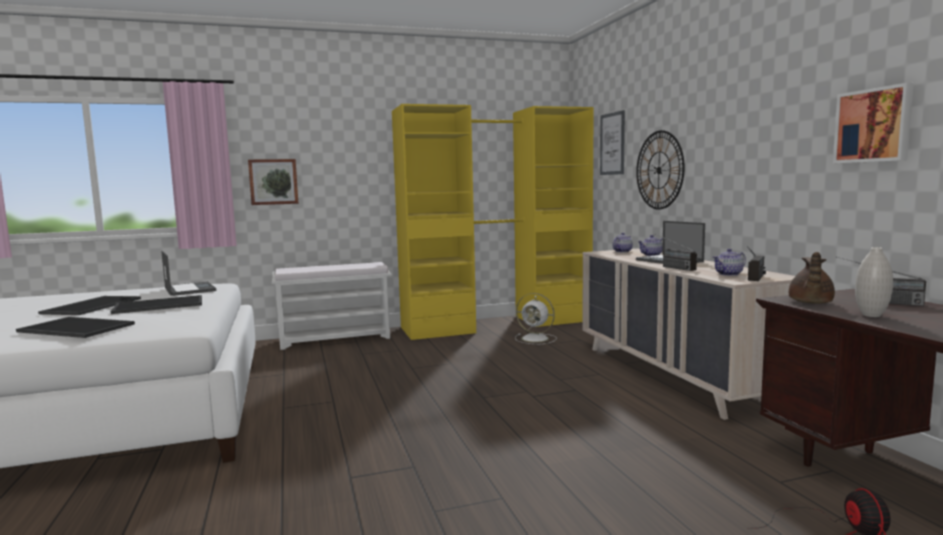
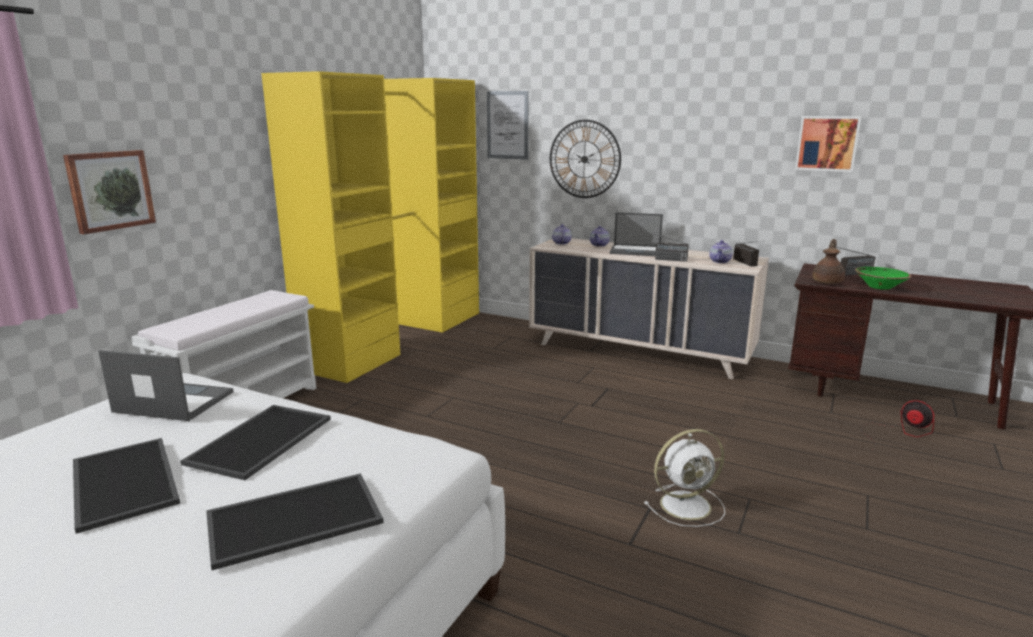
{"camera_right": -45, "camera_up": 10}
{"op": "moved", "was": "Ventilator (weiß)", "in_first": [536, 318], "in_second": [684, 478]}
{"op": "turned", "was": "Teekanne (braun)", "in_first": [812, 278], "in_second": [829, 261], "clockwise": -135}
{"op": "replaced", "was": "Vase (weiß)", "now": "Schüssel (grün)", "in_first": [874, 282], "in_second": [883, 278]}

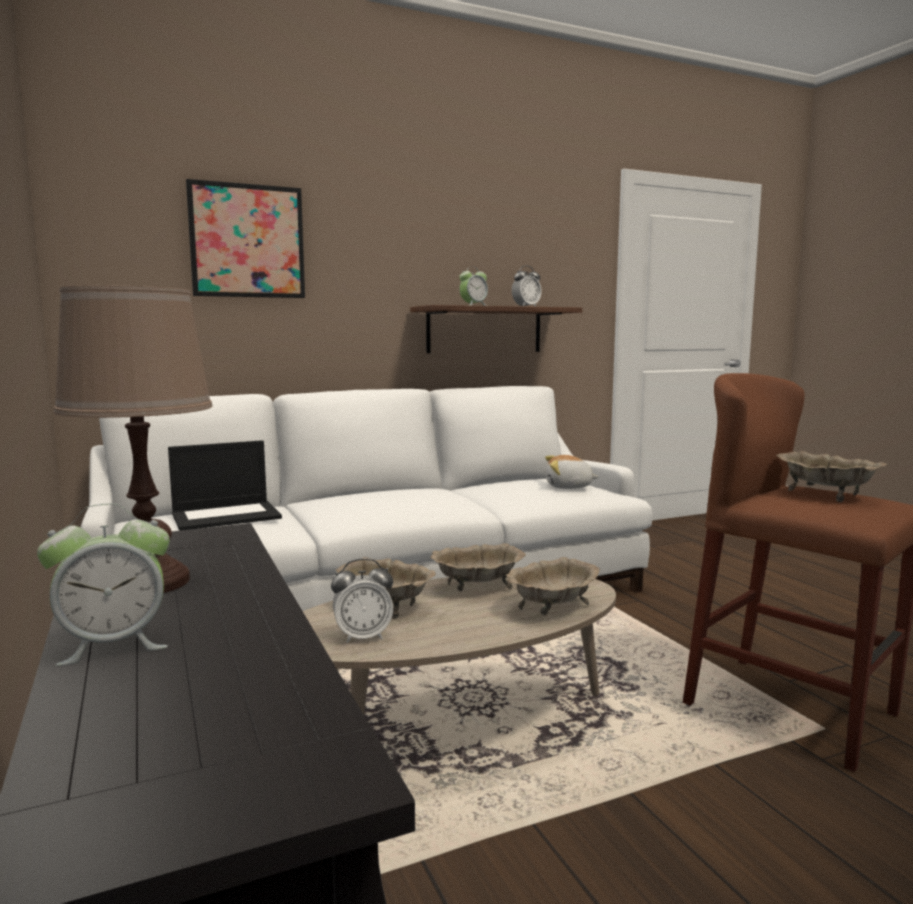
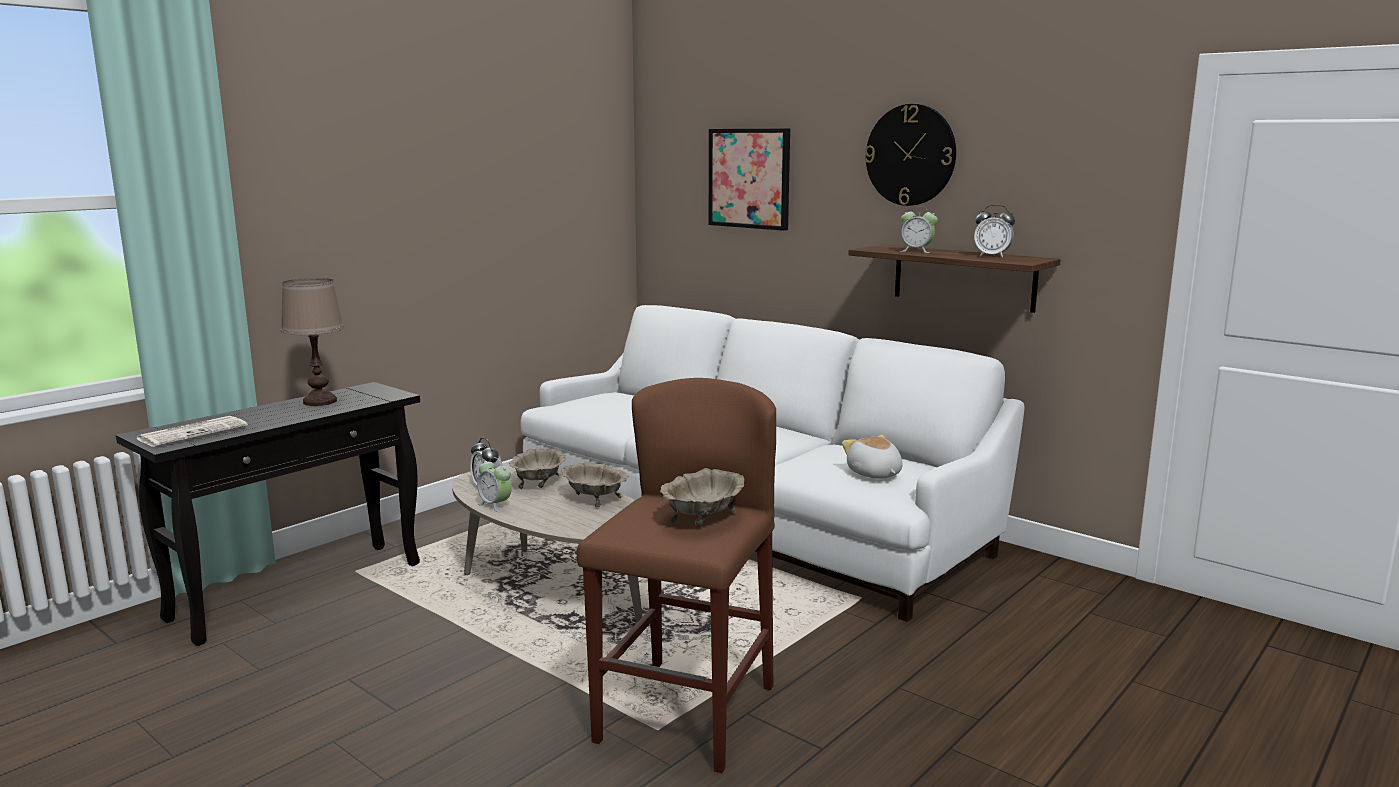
{"camera_right": 65, "camera_up": 5}
{"op": "added", "now": "Zeitung", "in_second": [192, 431]}
{"op": "moved", "was": "Wecker", "in_first": [103, 585], "in_second": [494, 484]}
{"op": "added", "now": "Wanduhr", "in_second": [910, 155]}
{"op": "removed", "was": "Laptop", "in_first": [225, 485]}
{"op": "removed", "was": "Schüssel (beige)", "in_first": [553, 586]}

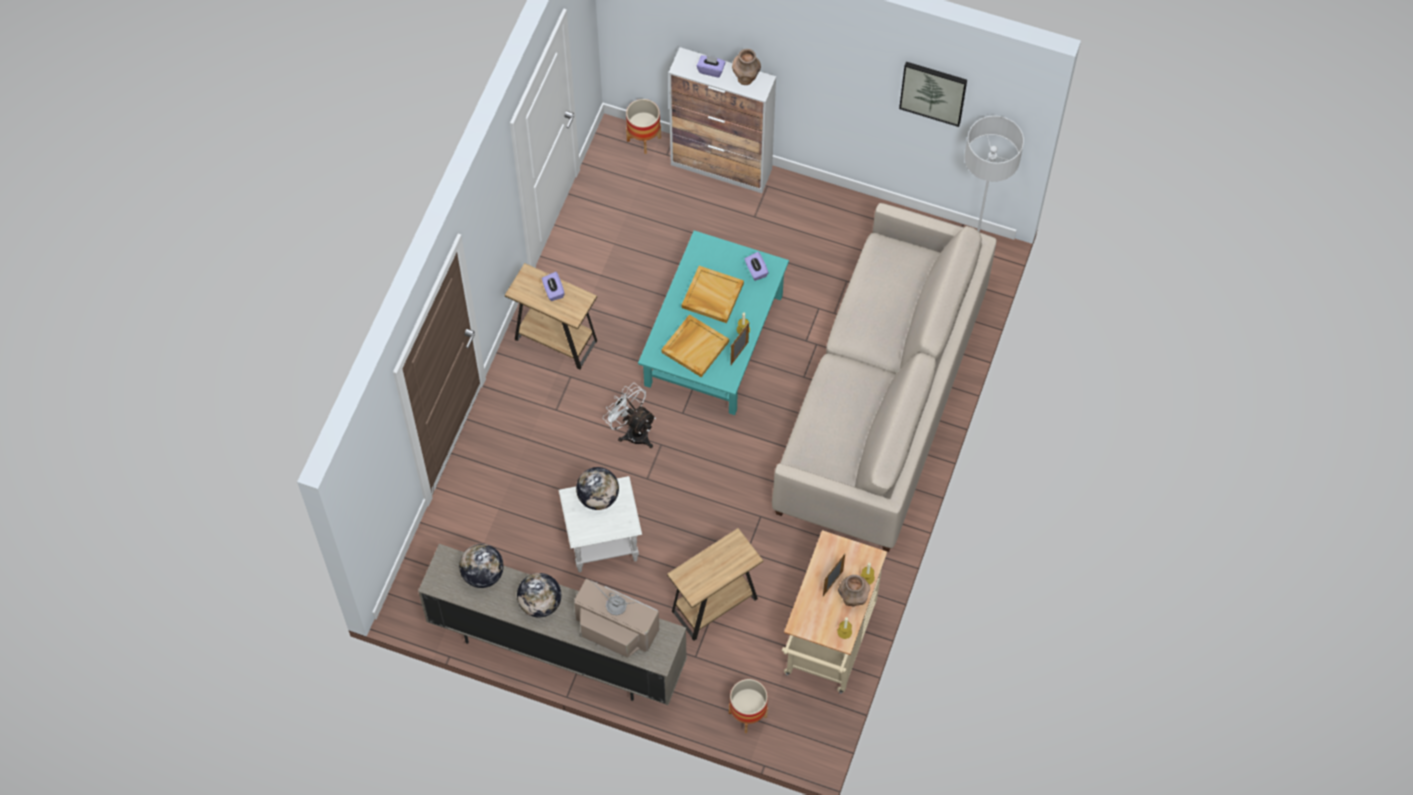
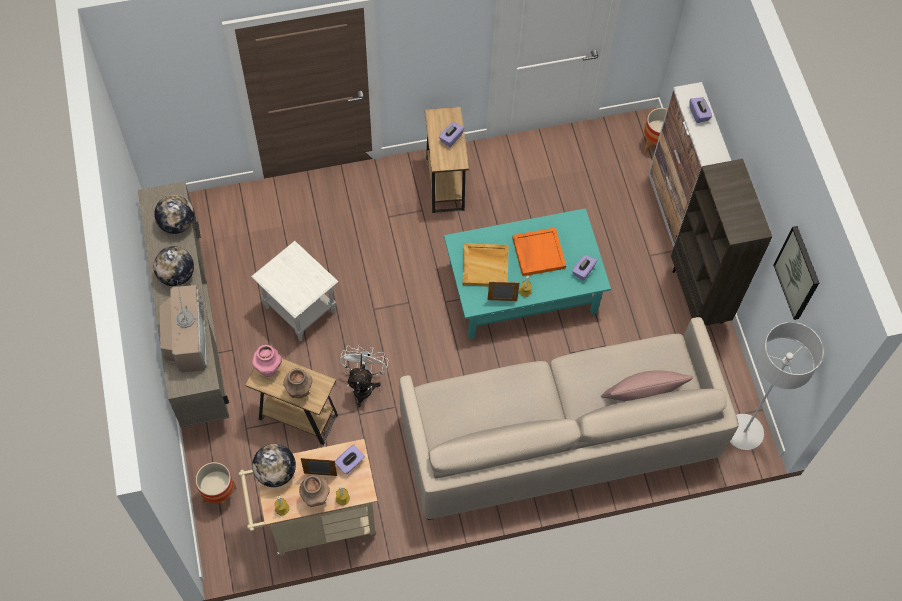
{"camera_right": 55, "camera_up": 0}
{"op": "added", "now": "Vase (rosa)", "in_second": [267, 361]}
{"op": "moved", "was": "Globus", "in_first": [597, 488], "in_second": [274, 465]}
{"op": "moved", "was": "Vase (braun)", "in_first": [746, 67], "in_second": [298, 383]}
{"op": "added", "now": "Taschentuchbox (lila)", "in_second": [350, 459]}
{"op": "moved", "was": "Ventilator (weiß)", "in_first": [629, 415], "in_second": [364, 375]}
{"op": "recoloured", "was": "Tablett (beige)", "now": "Tablett (orange)", "in_first": [713, 294], "in_second": [539, 251]}
{"op": "added", "now": "Kissen (rosa)", "in_second": [647, 386]}
{"op": "added", "now": "Bücherregal (braun)", "in_second": [721, 242]}

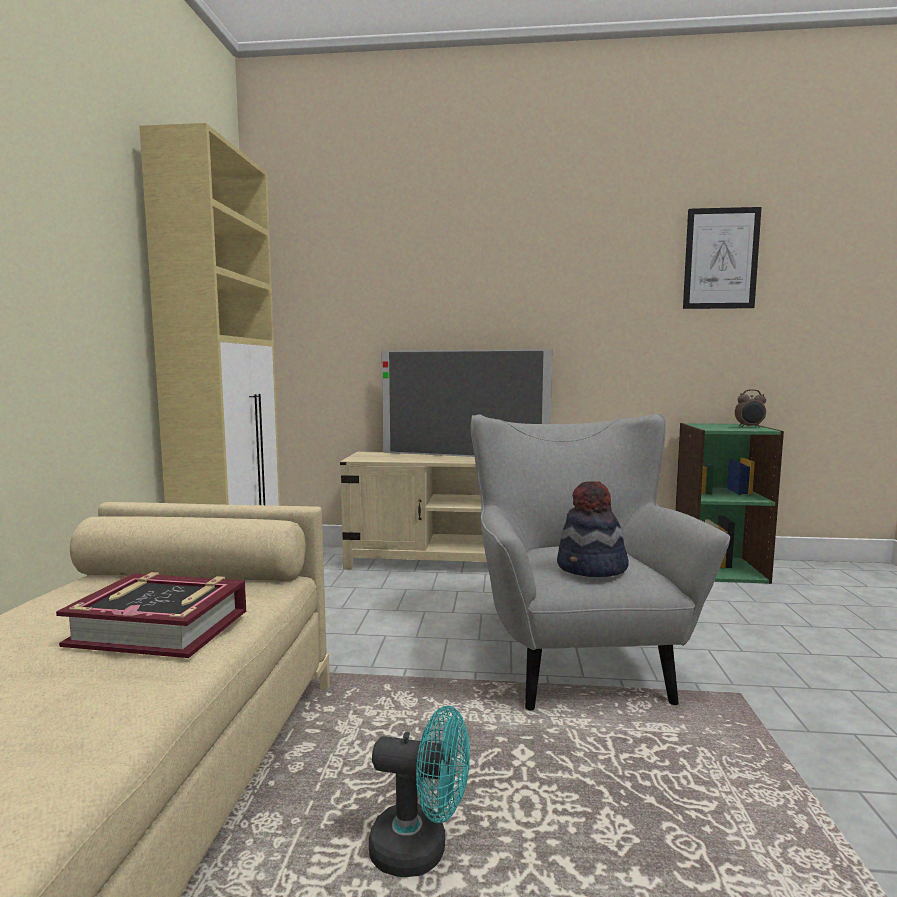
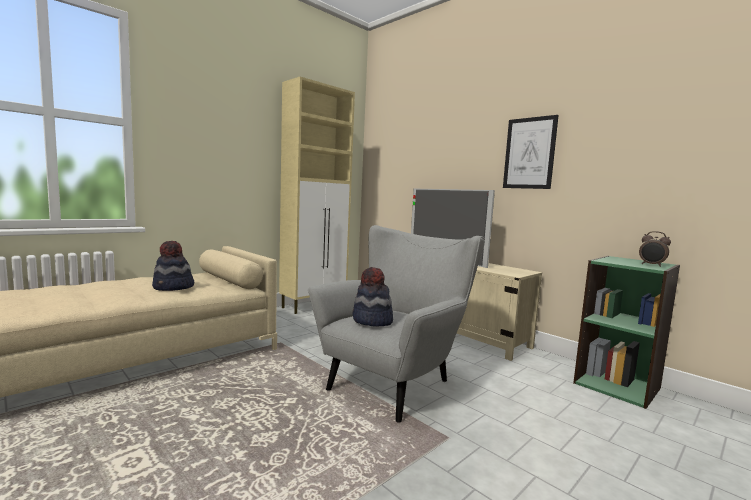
{"camera_right": 40, "camera_up": 0}
{"op": "replaced", "was": "Buch", "now": "Hut", "in_first": [151, 615], "in_second": [173, 266]}
{"op": "moved", "was": "Bild", "in_first": [722, 258], "in_second": [531, 152]}
{"op": "removed", "was": "Ventilator (türkis)", "in_first": [419, 791]}

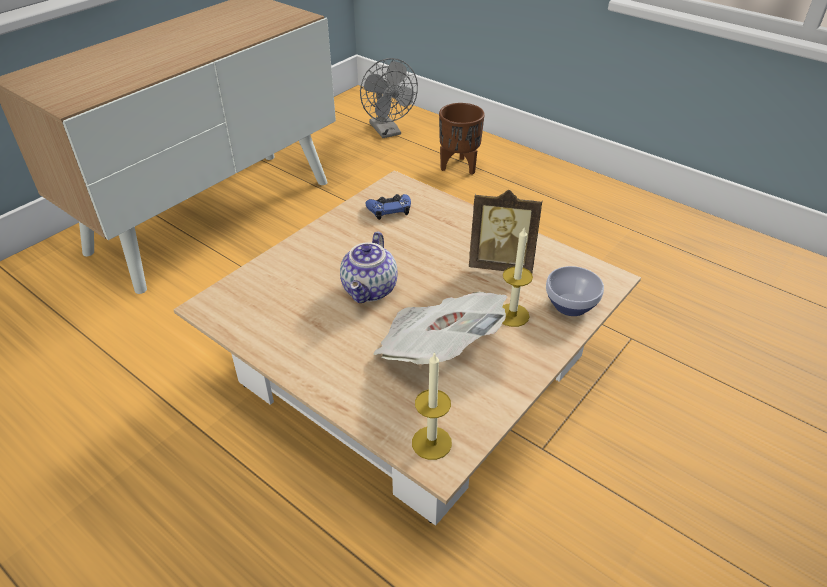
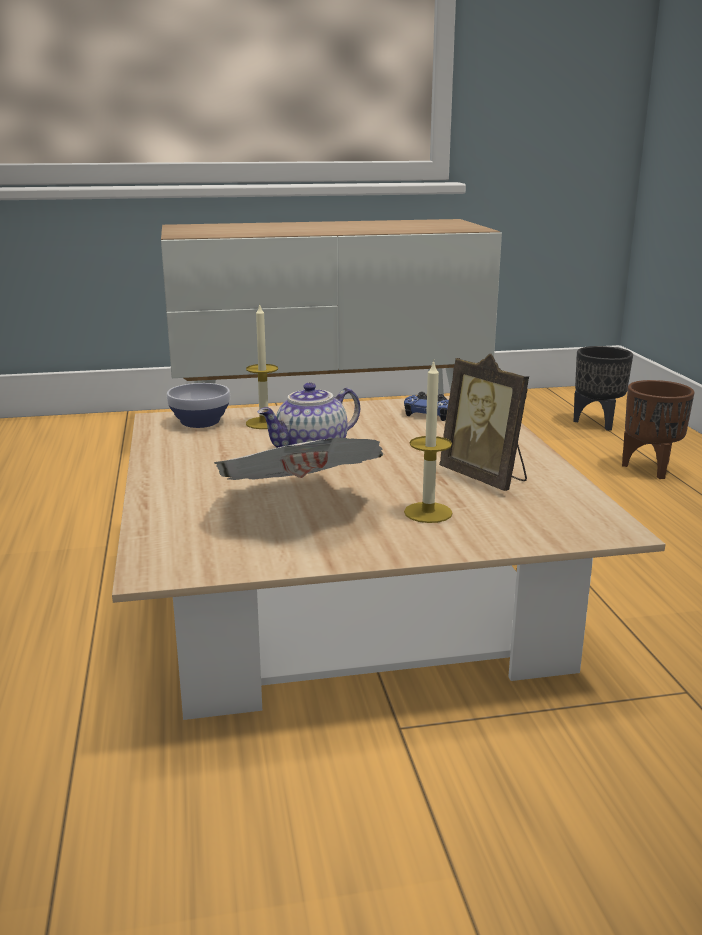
{"camera_right": 40, "camera_up": -20}
{"op": "moved", "was": "Schüssel", "in_first": [575, 291], "in_second": [198, 405]}
{"op": "moved", "was": "Kerze", "in_first": [432, 406], "in_second": [262, 367]}
{"op": "replaced", "was": "Ventilator (grau)", "now": "Pflanzkübel (schwarz)", "in_first": [389, 98], "in_second": [603, 388]}

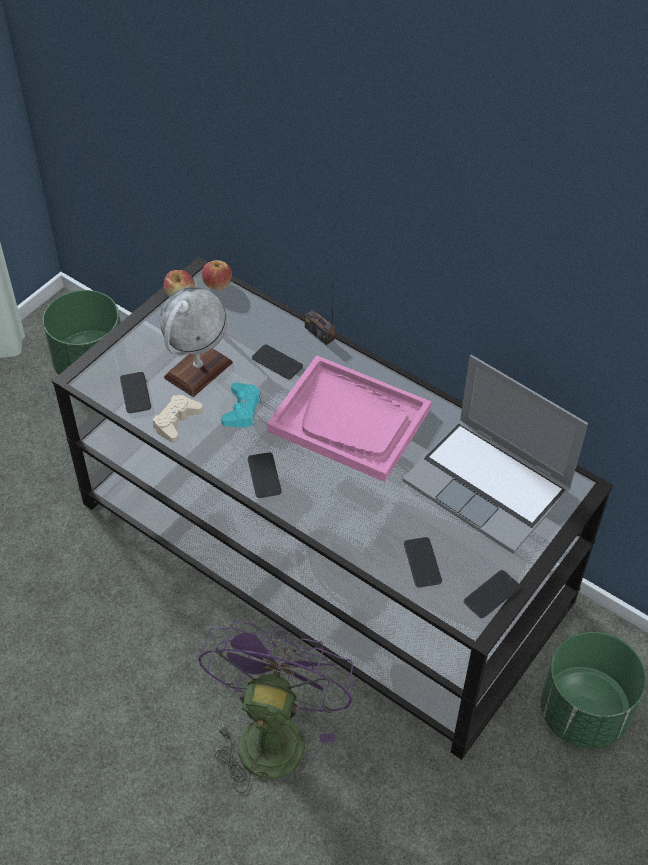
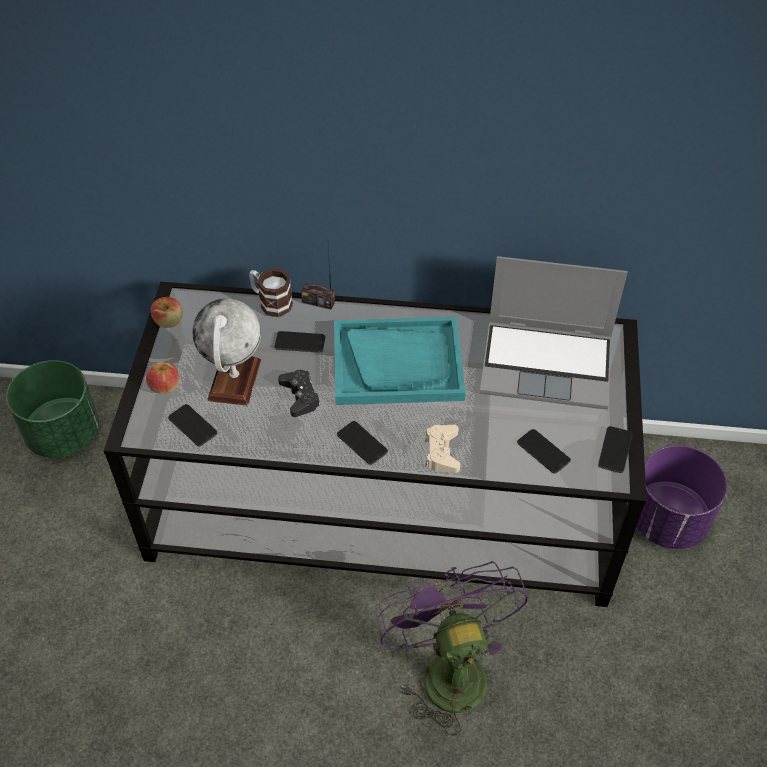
{"camera_right": -30, "camera_up": 0}
{"op": "moved", "was": "Apfel", "in_first": [216, 275], "in_second": [162, 378]}
{"op": "added", "now": "Henkelbecher", "in_second": [271, 292]}
{"op": "recoloured", "was": "Gamepad (türkis)", "now": "Gamepad (schwarz)", "in_first": [241, 405], "in_second": [299, 393]}
{"op": "recoloured", "was": "Tablett (rosa)", "now": "Tablett (türkis)", "in_first": [349, 418], "in_second": [400, 361]}
{"op": "moved", "was": "Gamepad (beige)", "in_first": [178, 419], "in_second": [442, 449]}
{"op": "recoloured", "was": "Pflanzkübel (grün)", "now": "Pflanzkübel (lila)", "in_first": [593, 690], "in_second": [681, 497]}

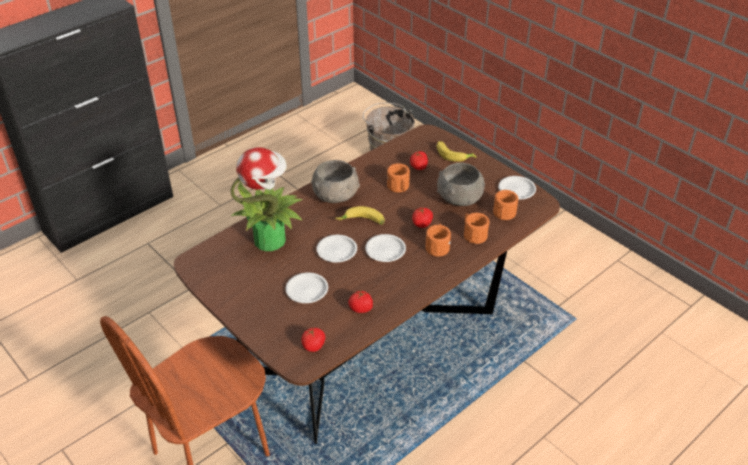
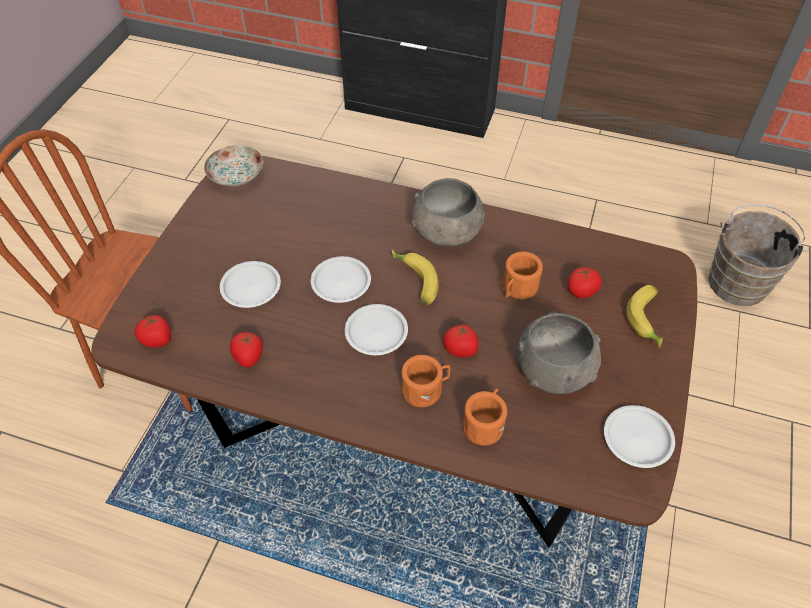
{"camera_right": 60, "camera_up": 10}
{"op": "added", "now": "Teller", "in_second": [233, 166]}
{"op": "removed", "was": "Topfpflanze", "in_first": [266, 199]}
{"op": "removed", "was": "Henkelbecher (orange)", "in_first": [505, 205]}

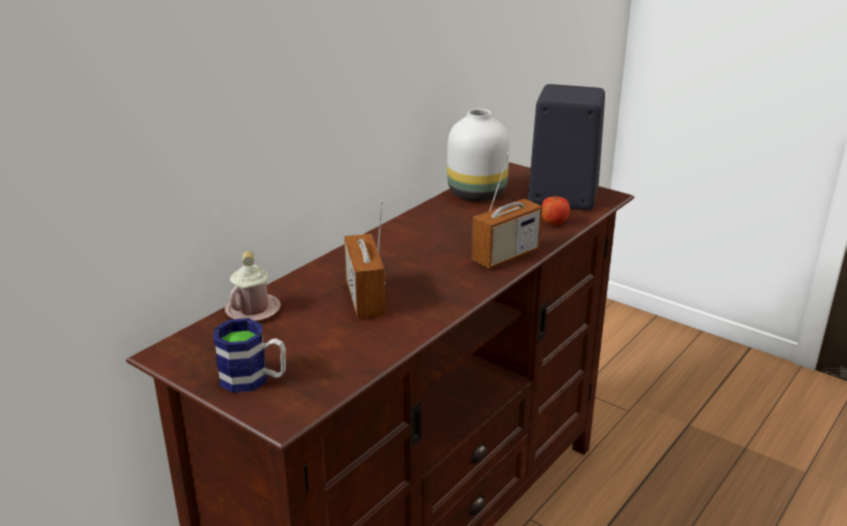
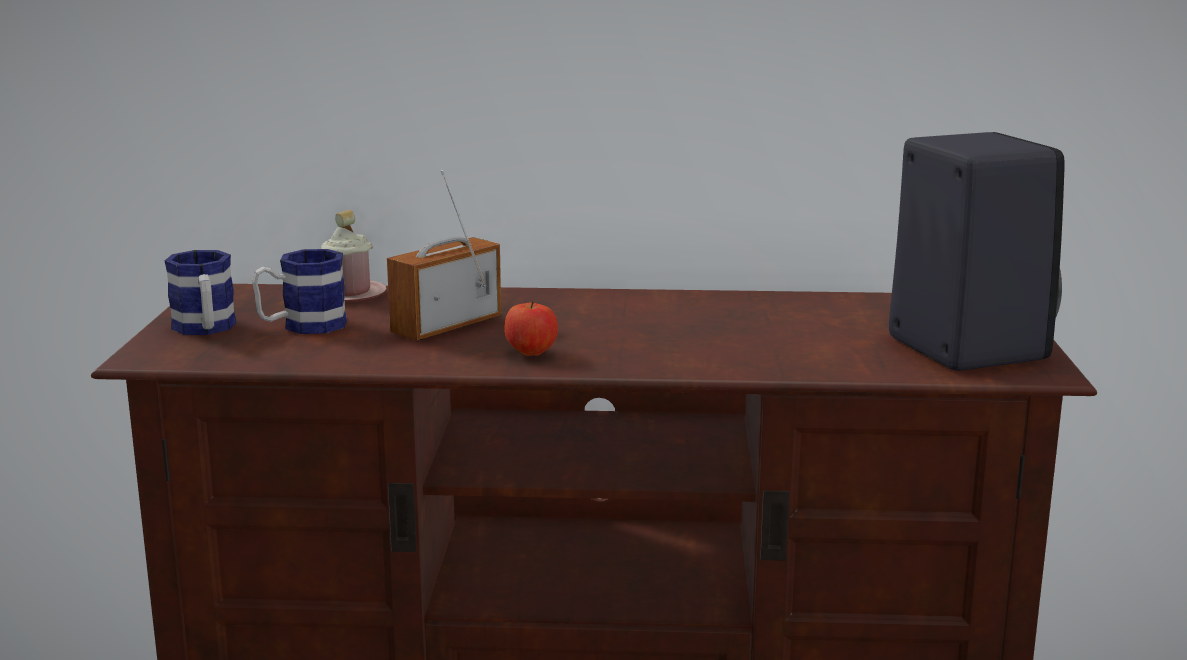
{"camera_right": 55, "camera_up": -10}
{"op": "added", "now": "Henkelbecher", "in_second": [299, 291]}
{"op": "moved", "was": "Apfel", "in_first": [556, 210], "in_second": [531, 328]}
{"op": "removed", "was": "Vase (weiß)", "in_first": [478, 155]}
{"op": "removed", "was": "Radio", "in_first": [507, 210]}

